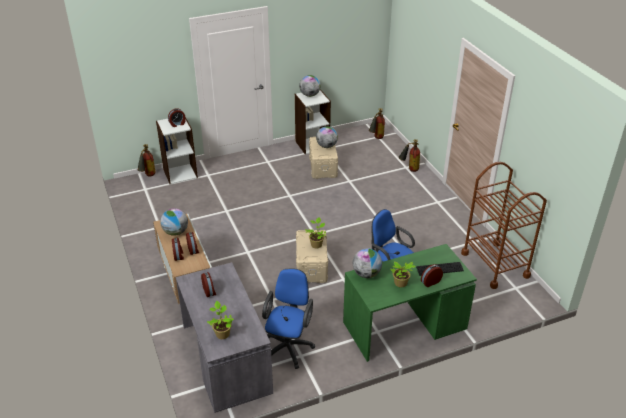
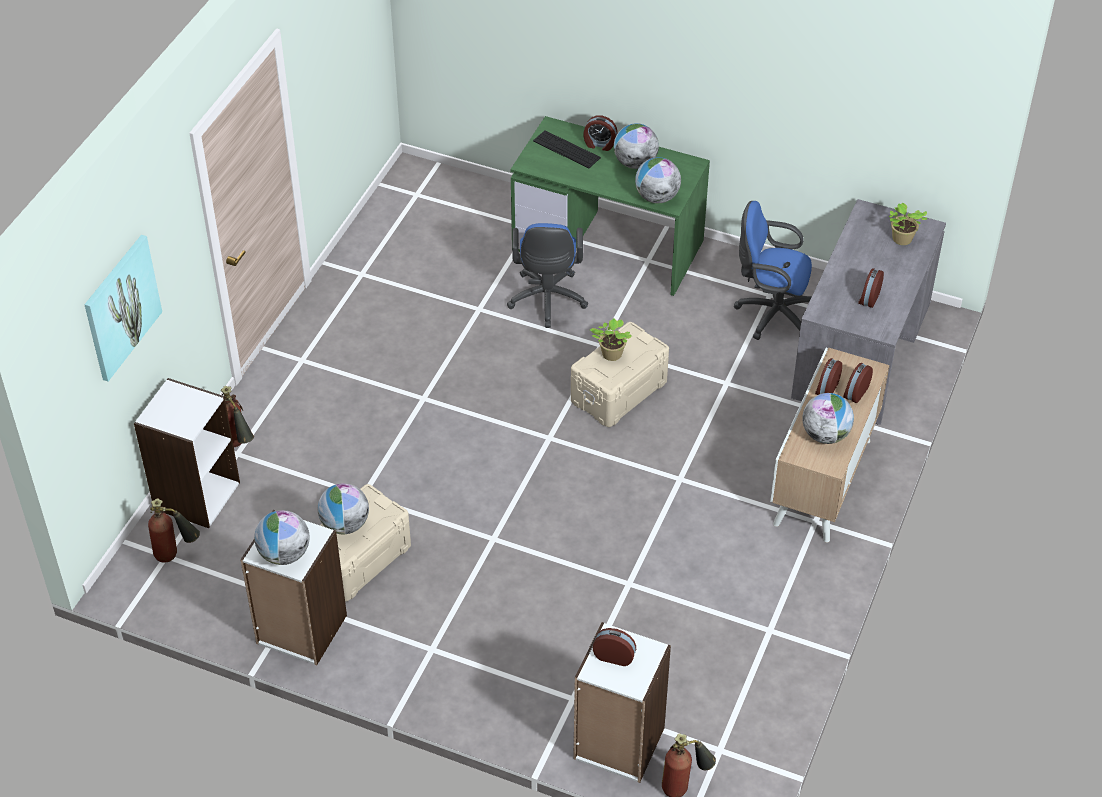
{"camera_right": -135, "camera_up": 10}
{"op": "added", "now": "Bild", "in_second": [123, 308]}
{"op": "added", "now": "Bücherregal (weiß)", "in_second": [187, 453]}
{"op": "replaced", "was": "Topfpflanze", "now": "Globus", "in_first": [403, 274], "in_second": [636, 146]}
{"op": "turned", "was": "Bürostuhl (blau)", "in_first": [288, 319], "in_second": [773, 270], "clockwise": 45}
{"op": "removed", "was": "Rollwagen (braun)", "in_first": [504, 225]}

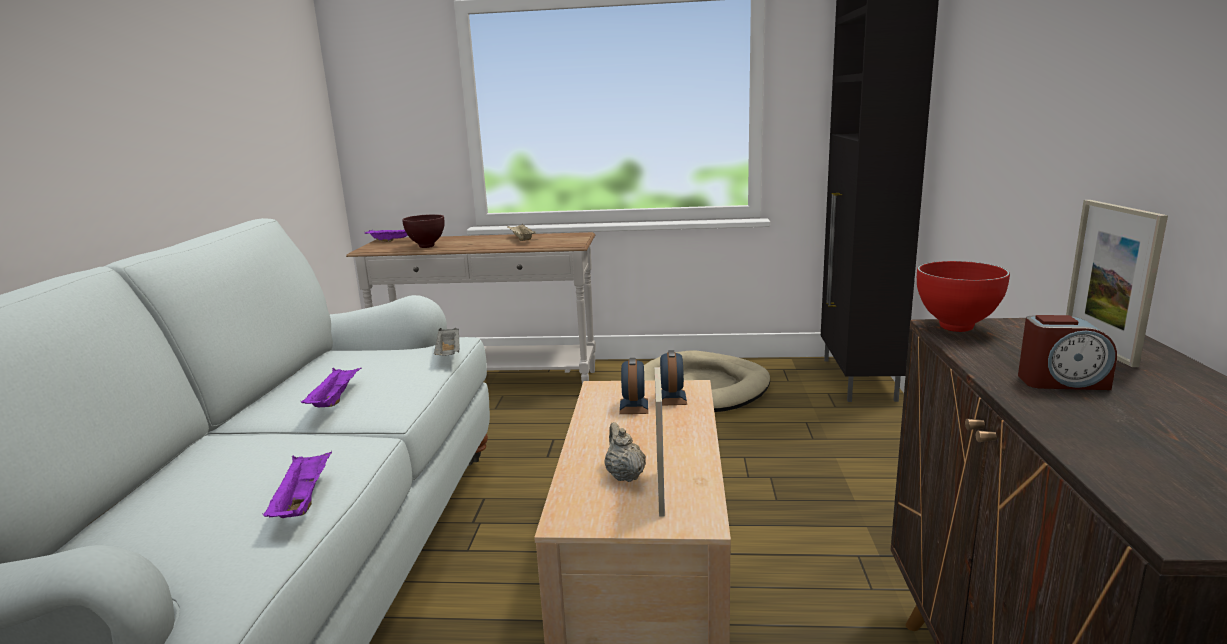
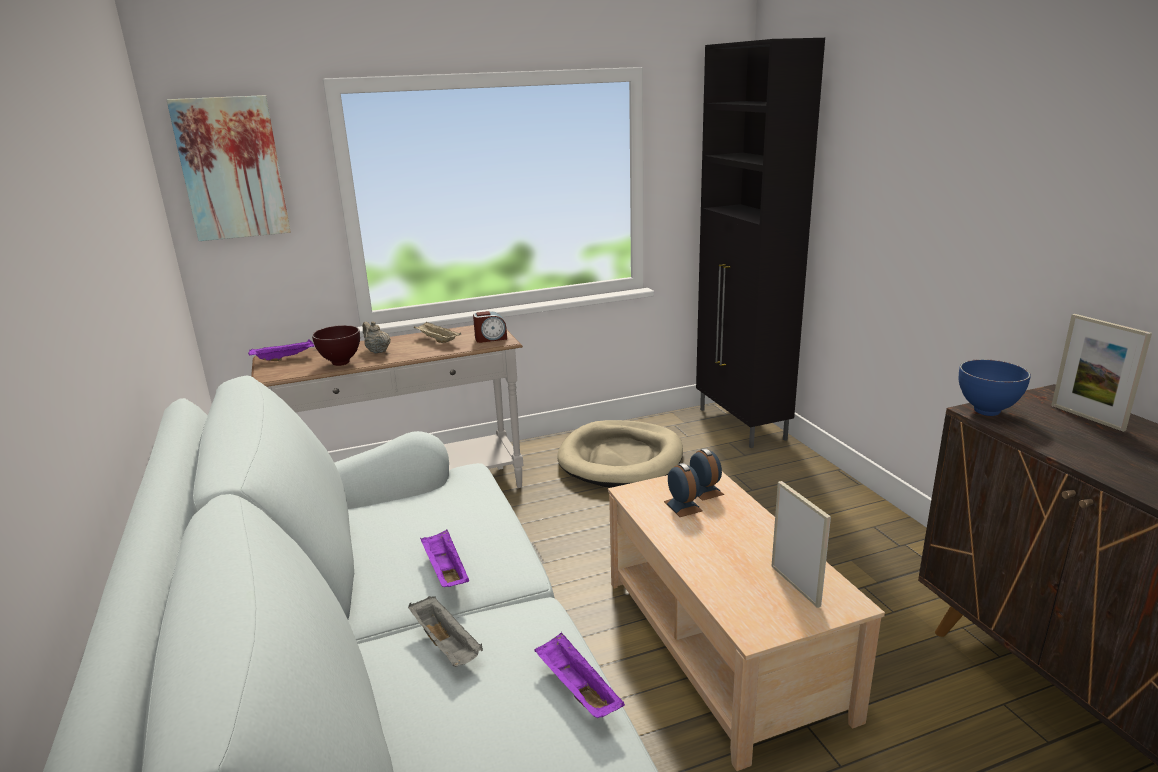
{"camera_right": -25, "camera_up": 5}
{"op": "added", "now": "Bild", "in_second": [229, 168]}
{"op": "moved", "was": "Teekanne (beige)", "in_first": [625, 452], "in_second": [376, 337]}
{"op": "moved", "was": "Tablett (grau)", "in_first": [447, 342], "in_second": [445, 631]}
{"op": "moved", "was": "Wecker", "in_first": [1067, 352], "in_second": [490, 327]}
{"op": "recoloured", "was": "Schüssel (rot)", "now": "Schüssel (blau)", "in_first": [963, 296], "in_second": [995, 387]}

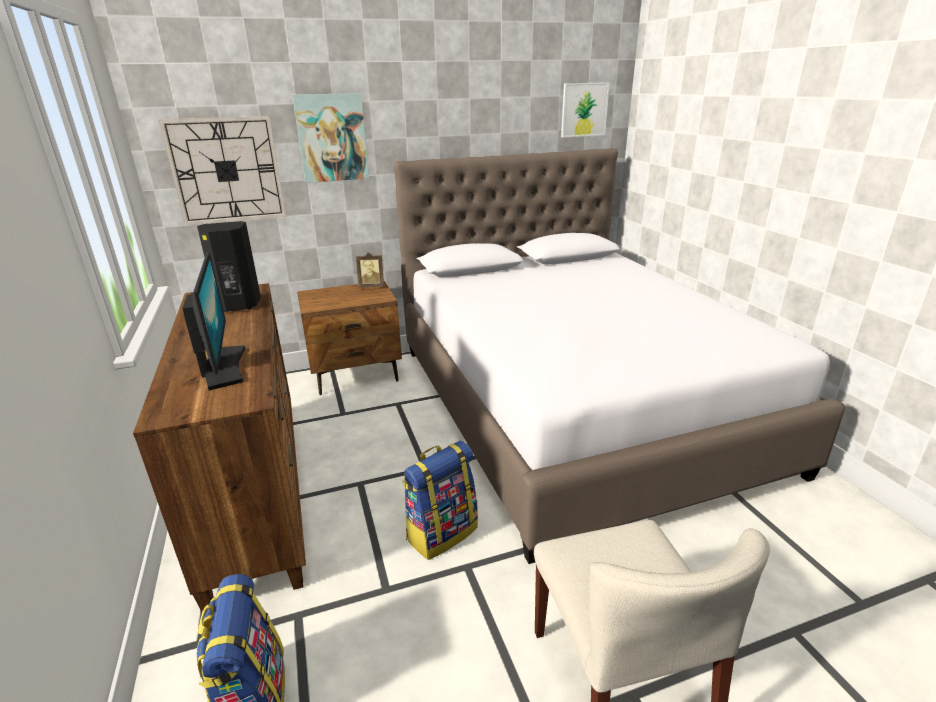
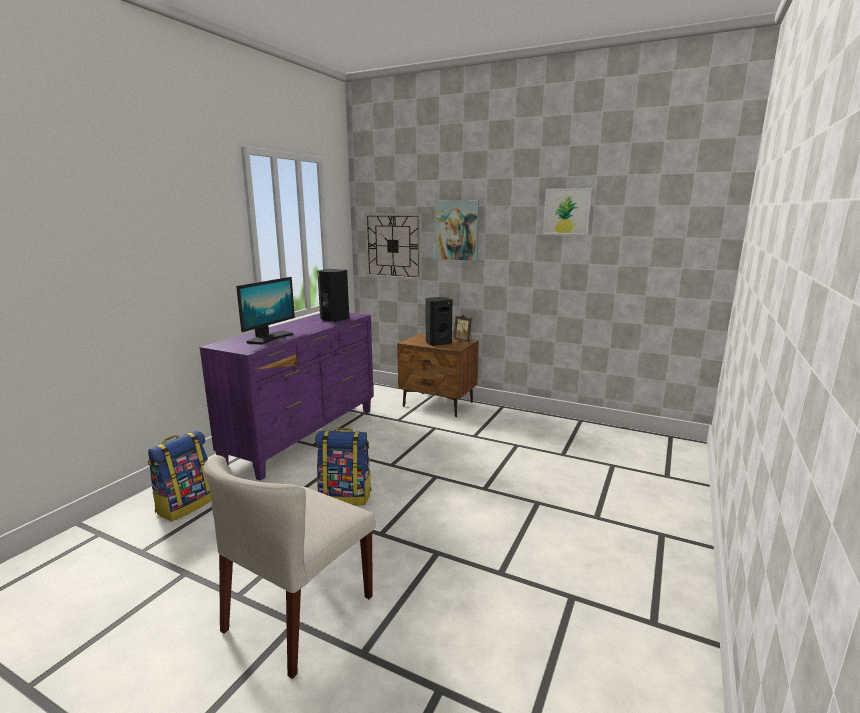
{"camera_right": 45, "camera_up": -10}
{"op": "recoloured", "was": "Kommode (braun)", "now": "Kommode (lila)", "in_first": [219, 448], "in_second": [286, 396]}
{"op": "added", "now": "Lautsprecher (schwarz)", "in_second": [439, 321]}
{"op": "moved", "was": "Bild", "in_first": [585, 109], "in_second": [567, 211]}
{"op": "removed", "was": "Bett (weiß)", "in_first": [620, 356]}

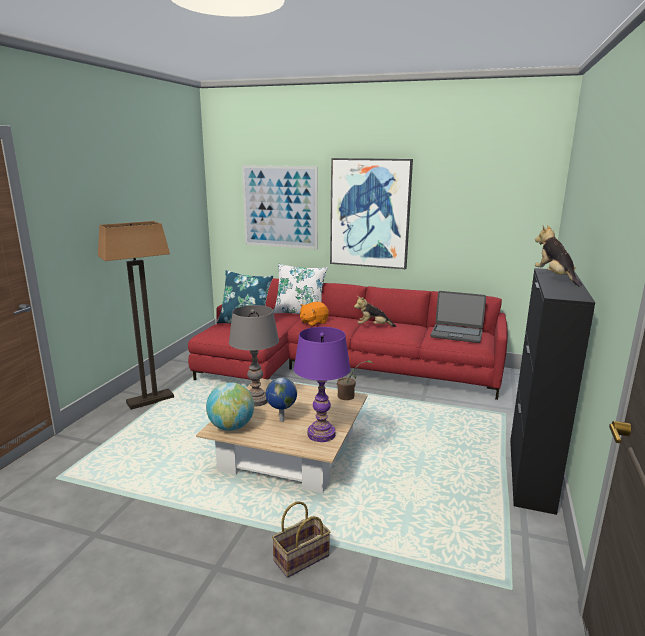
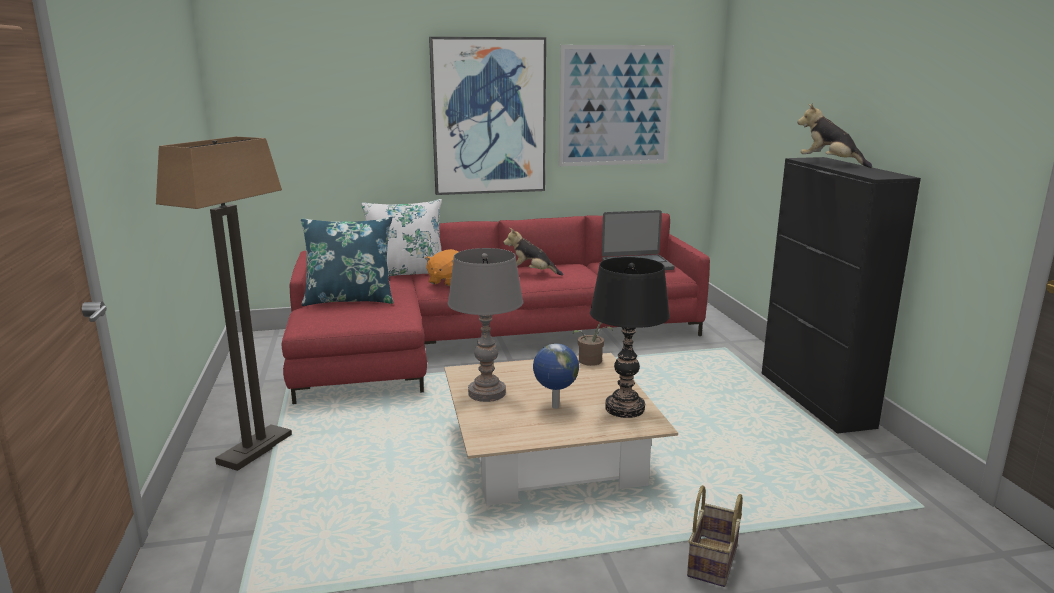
{"camera_right": -30, "camera_up": 0}
{"op": "turned", "was": "Plüschtier", "in_first": [375, 311], "in_second": [533, 252], "clockwise": 45}
{"op": "moved", "was": "Bild", "in_first": [280, 207], "in_second": [616, 105]}
{"op": "recoloured", "was": "Tischlampe (lila)", "now": "Tischlampe (schwarz)", "in_first": [322, 384], "in_second": [630, 337]}
{"op": "removed", "was": "Globus", "in_first": [230, 406]}

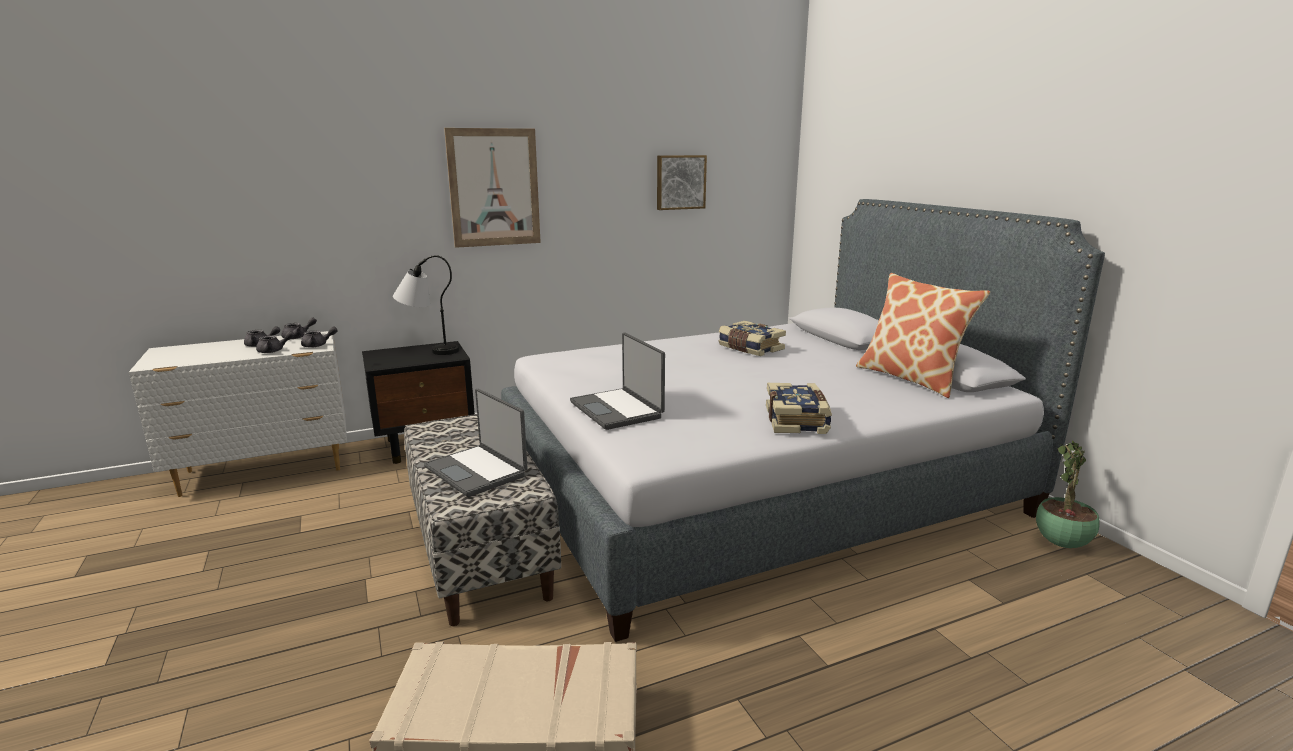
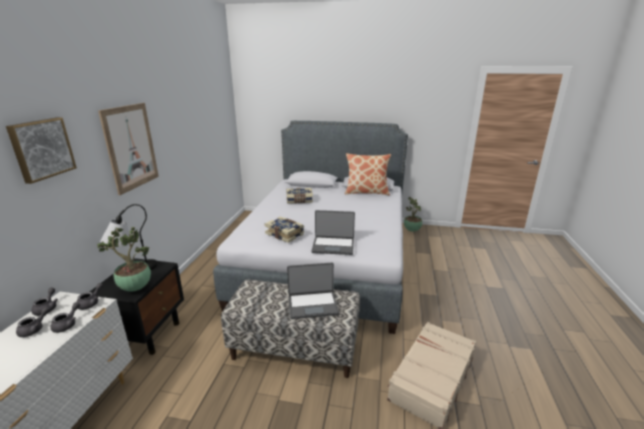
{"camera_right": -55, "camera_up": 5}
{"op": "moved", "was": "Bild", "in_first": [682, 182], "in_second": [41, 150]}
{"op": "added", "now": "Topfpflanze", "in_second": [124, 259]}
{"op": "moved", "was": "Buch", "in_first": [799, 408], "in_second": [284, 230]}

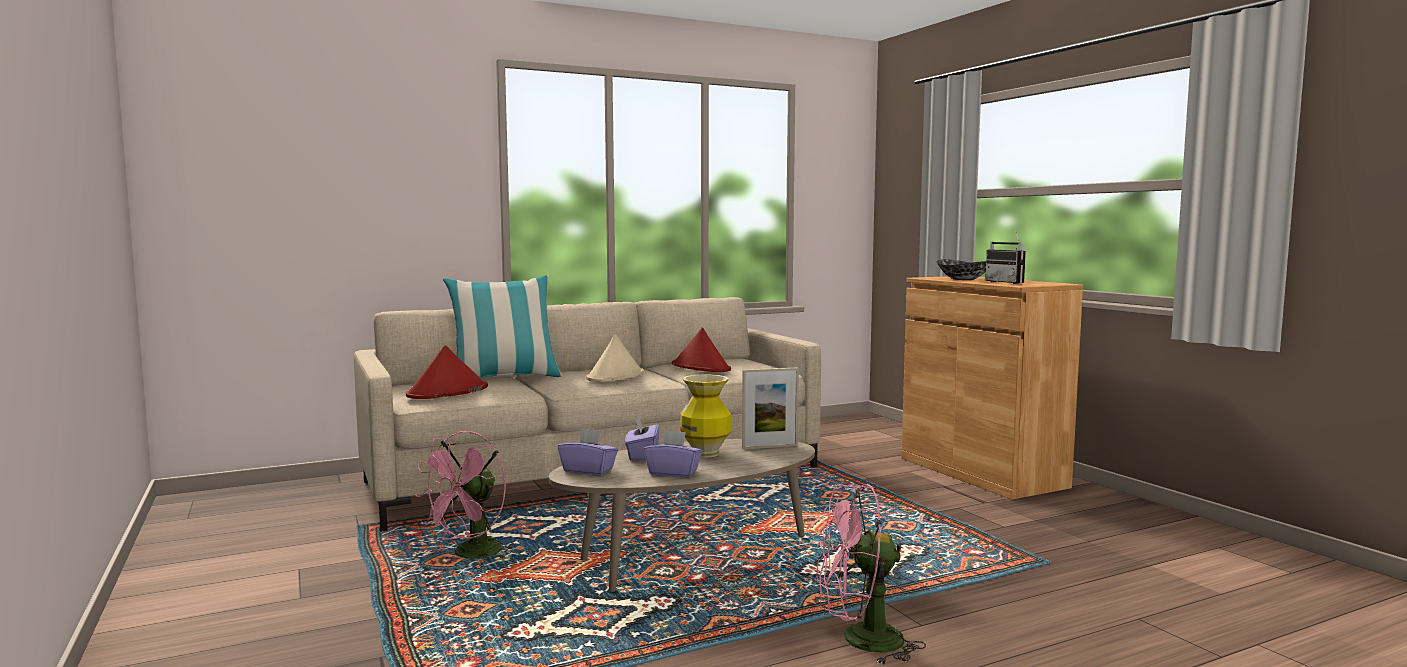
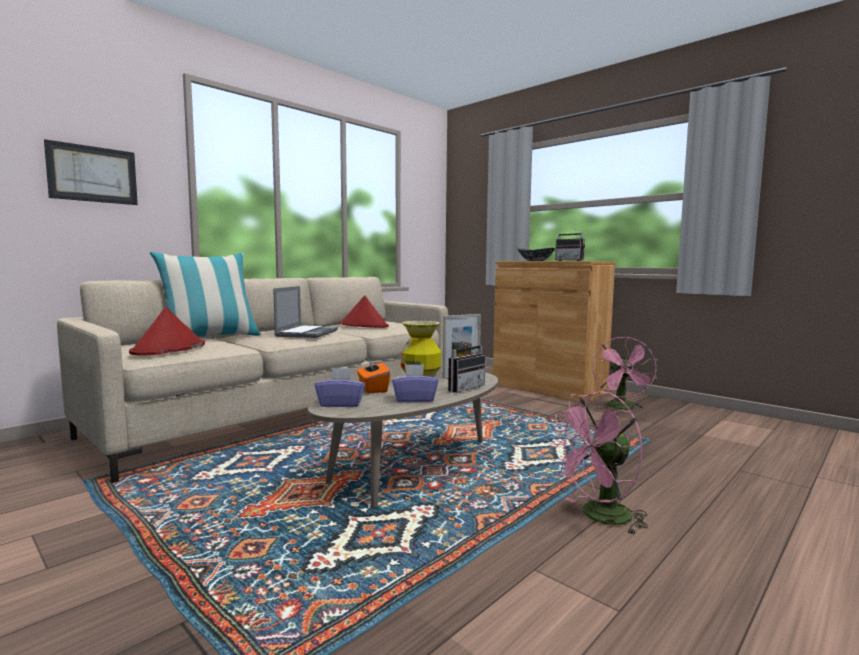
{"camera_right": -20, "camera_up": 0}
{"op": "added", "now": "Bild", "in_second": [91, 172]}
{"op": "replaced", "was": "Hut (beige)", "now": "Laptop", "in_first": [615, 358], "in_second": [305, 312]}
{"op": "recoloured", "was": "Taschentuchbox (lila)", "now": "Taschentuchbox (orange)", "in_first": [642, 439], "in_second": [373, 375]}
{"op": "added", "now": "Radio", "in_second": [467, 364]}
{"op": "moved", "was": "Ventilator (rosa)", "in_first": [464, 495], "in_second": [624, 373]}

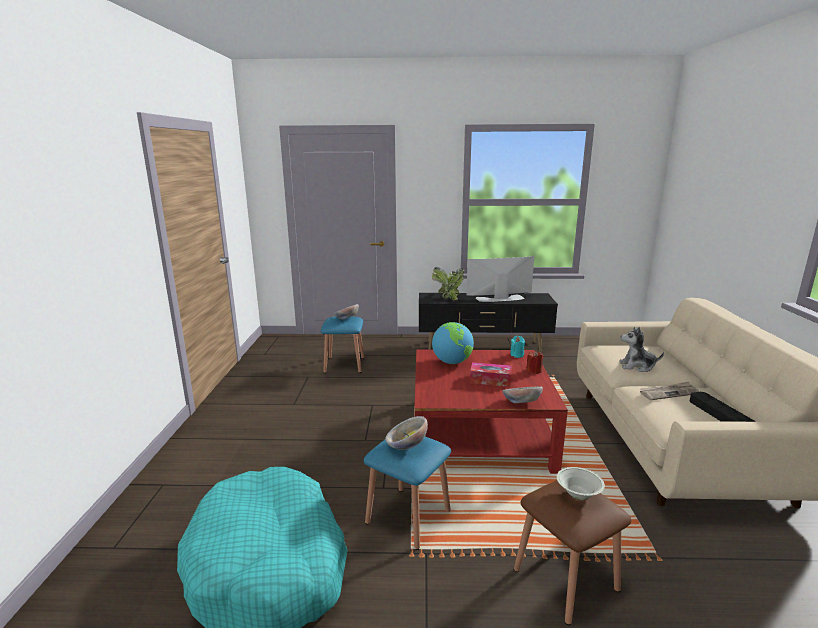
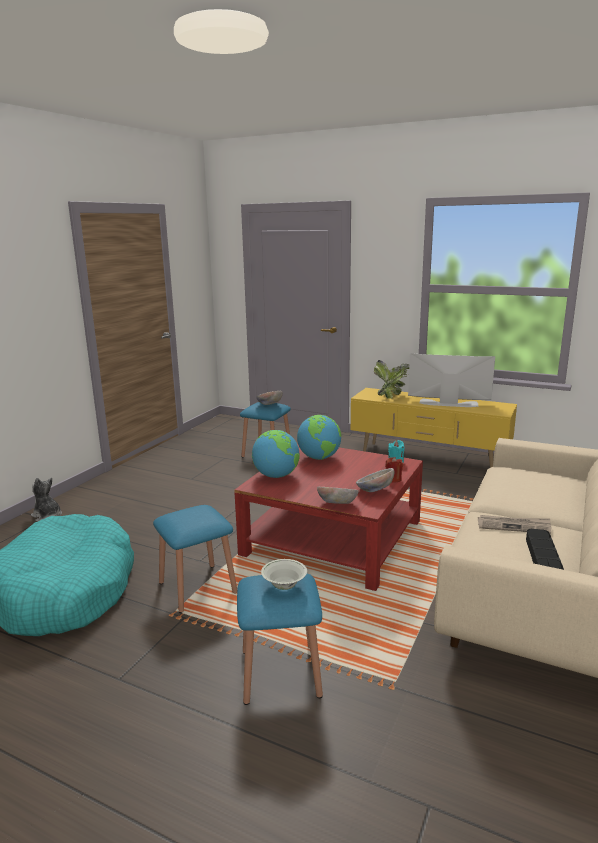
{"camera_right": 25, "camera_up": 0}
{"op": "moved", "was": "Plüschtier", "in_first": [641, 349], "in_second": [46, 500]}
{"op": "recoloured", "was": "Hocker (braun)", "now": "Hocker (blau)", "in_first": [572, 552], "in_second": [280, 639]}
{"op": "added", "now": "Globus", "in_second": [276, 454]}
{"op": "recoloured", "was": "Fernsehschrank (schwarz)", "now": "Fernsehschrank (gelb)", "in_first": [488, 322], "in_second": [434, 428]}
{"op": "moved", "was": "Schüssel", "in_first": [406, 433], "in_second": [375, 480]}
{"op": "removed", "was": "Taschentuchbox", "in_first": [491, 374]}

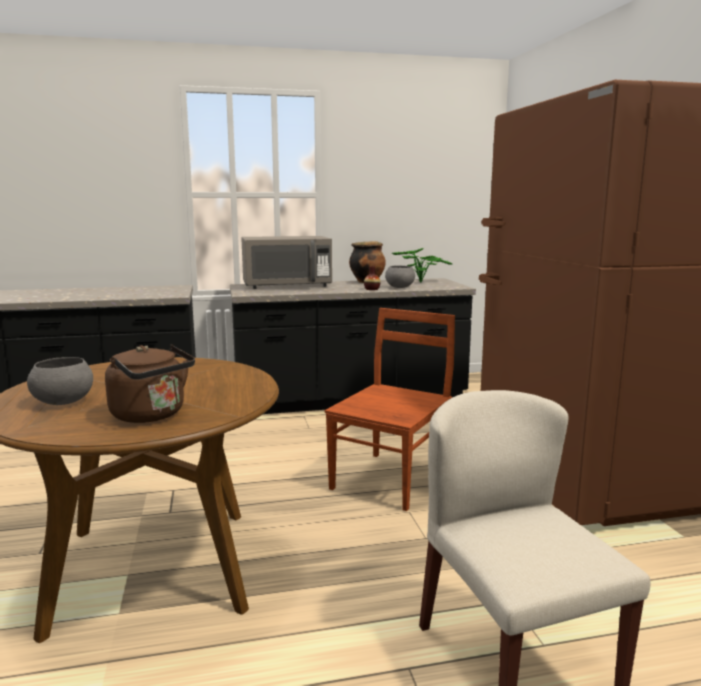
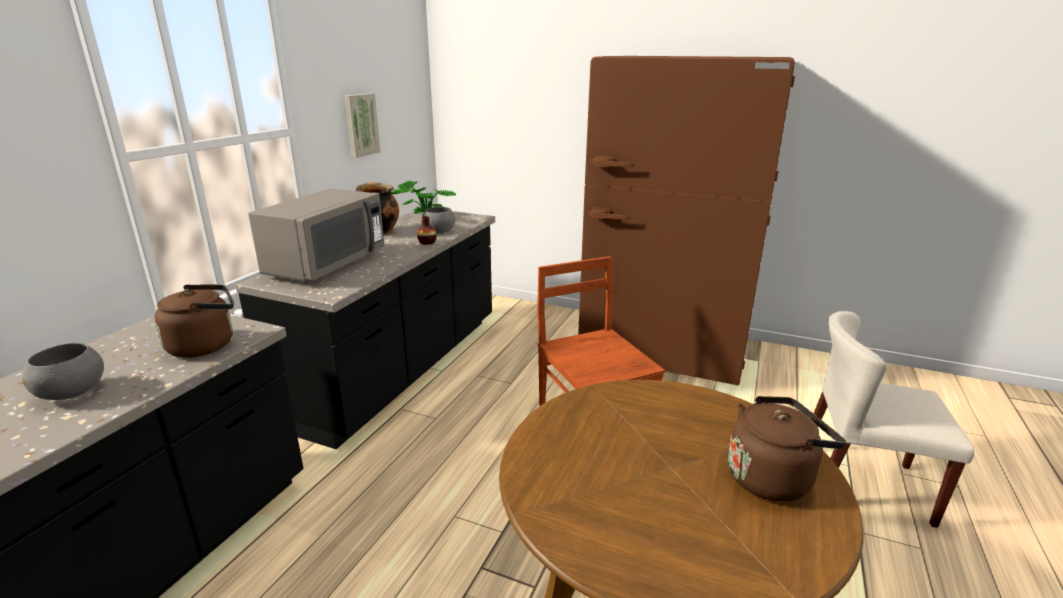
{"camera_right": -55, "camera_up": 10}
{"op": "moved", "was": "Schüssel (grau)", "in_first": [60, 381], "in_second": [63, 371]}
{"op": "added", "now": "Wasserkessel (braun)", "in_second": [194, 321]}
{"op": "added", "now": "Bild", "in_second": [362, 125]}

